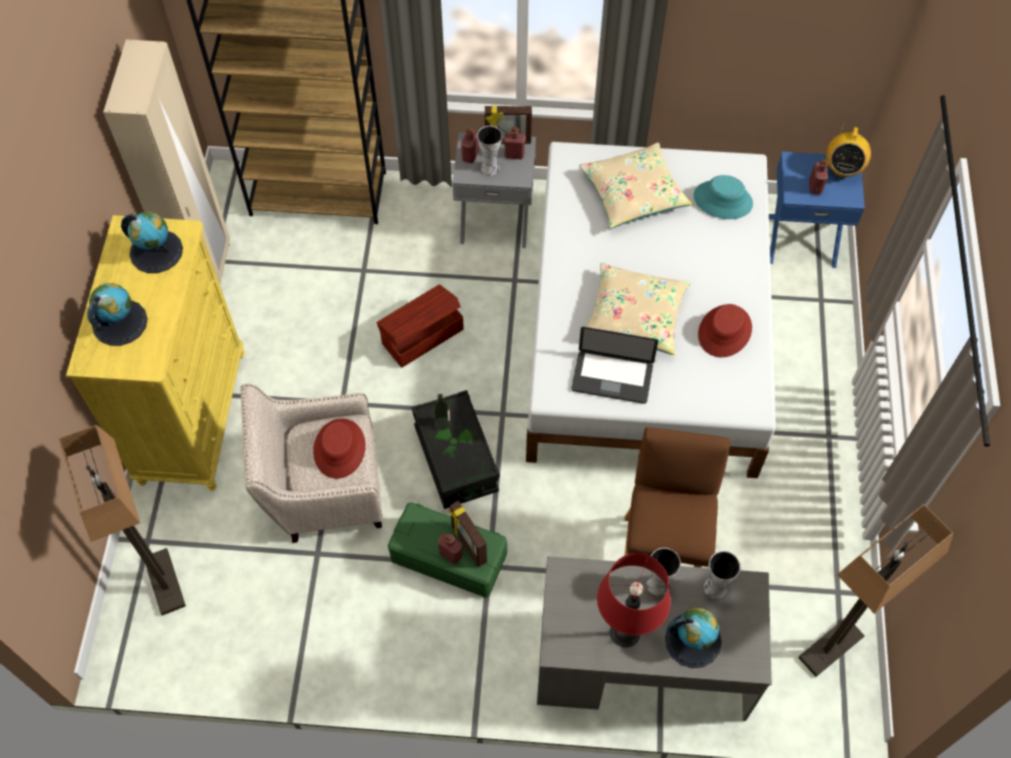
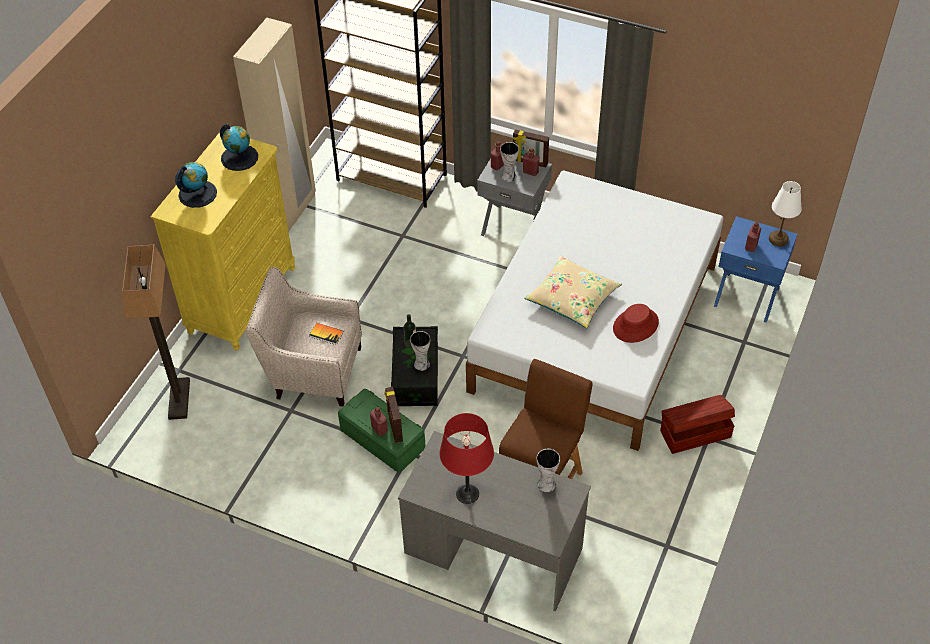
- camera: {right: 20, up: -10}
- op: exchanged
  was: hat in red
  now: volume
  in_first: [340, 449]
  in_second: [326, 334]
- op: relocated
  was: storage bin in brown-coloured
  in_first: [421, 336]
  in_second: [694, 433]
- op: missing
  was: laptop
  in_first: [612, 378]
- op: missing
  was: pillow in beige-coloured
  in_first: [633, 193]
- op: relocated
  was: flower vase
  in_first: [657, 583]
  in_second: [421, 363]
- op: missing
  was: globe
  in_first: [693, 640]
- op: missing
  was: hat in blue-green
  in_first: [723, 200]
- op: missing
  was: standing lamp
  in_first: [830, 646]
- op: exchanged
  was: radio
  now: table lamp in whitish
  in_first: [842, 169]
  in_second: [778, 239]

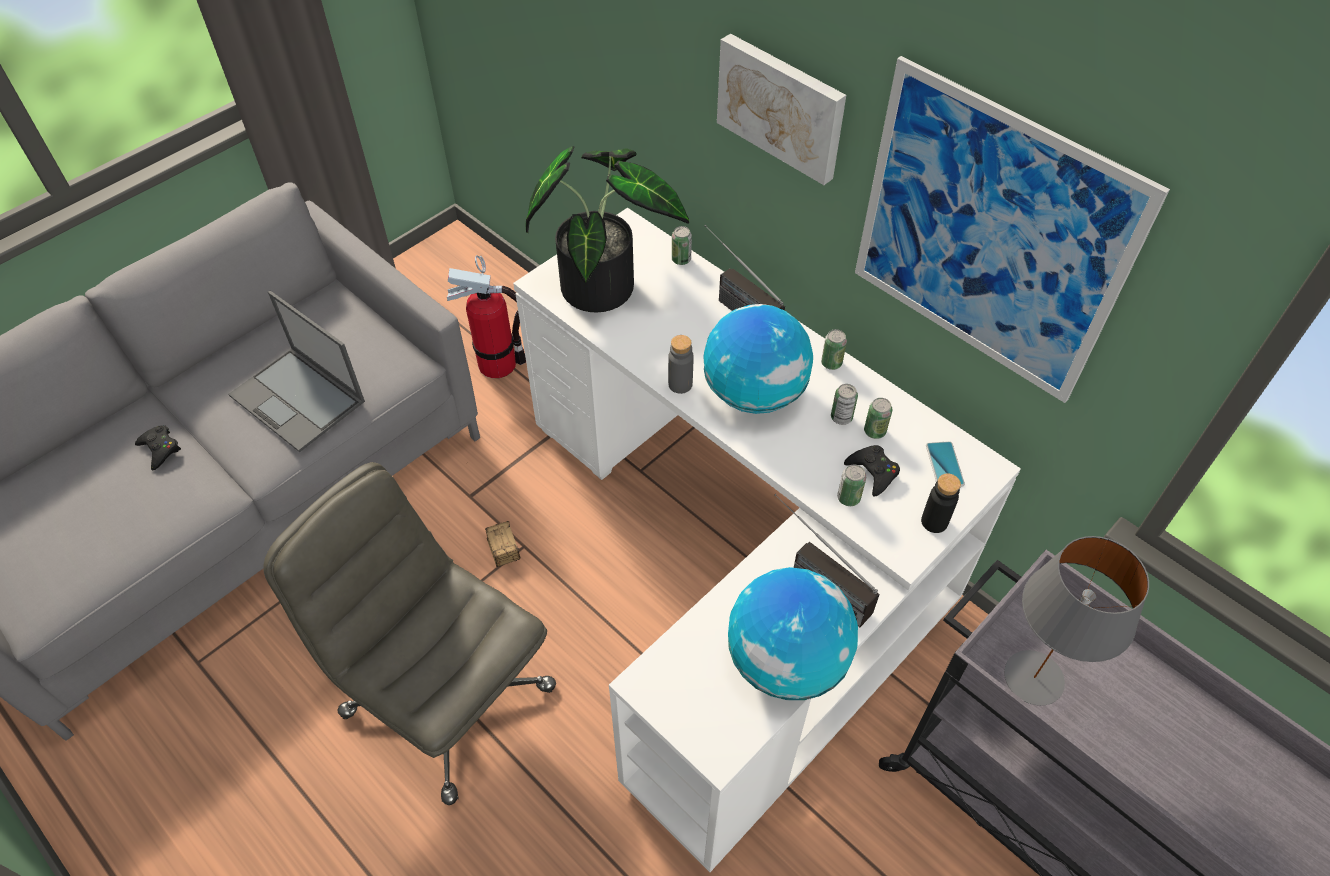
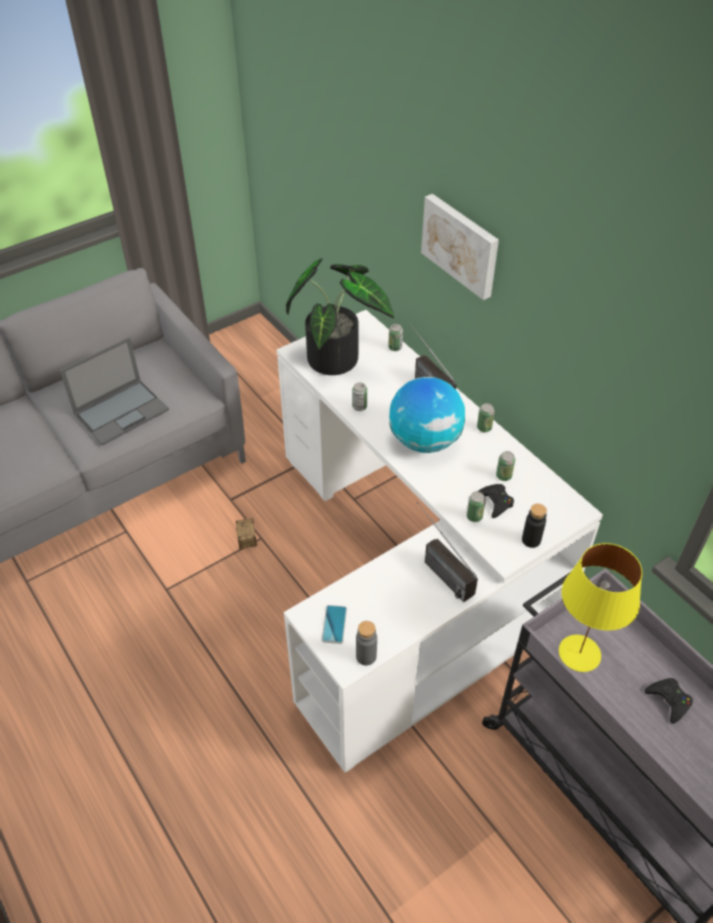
- camera: {right: 10, up: -5}
- op: relocated
  was: gamepad in black
  in_first: [160, 449]
  in_second: [669, 701]
- op: spun
  was: laptop
  in_first: [299, 399]
  in_second: [122, 411]
  clockwise: -90
- op: missing
  was: office chair in gray
  in_first: [446, 698]
- op: missing
  was: extinguisher
  in_first: [497, 363]
- op: relocated
  was: drink bottle in gray
  in_first: [680, 384]
  in_second: [366, 656]
- op: missing
  was: globe
  in_first: [786, 660]
- op: relocated
  was: metal can
  in_first: [841, 417]
  in_second: [359, 407]
- op: missing
  was: wall picture
  in_first: [988, 236]
- op: relocated
  was: telephone
  in_first: [944, 465]
  in_second: [334, 624]
- op: colour
  was: table lamp in gray
  now: table lamp in yellow
  in_first: [1033, 678]
  in_second: [579, 654]

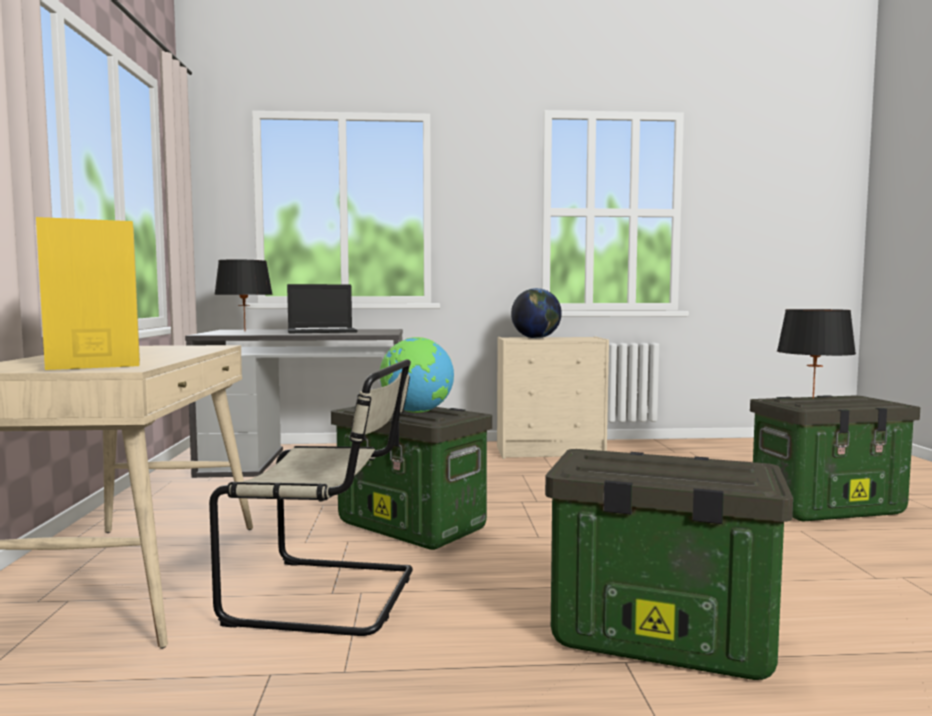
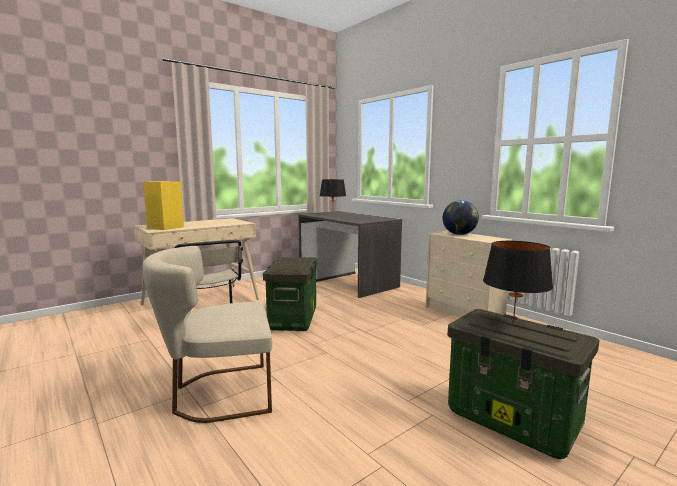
- camera: {right: 55, up: 5}
- op: missing
  was: laptop
  in_first: [322, 331]
- op: missing
  was: globe
  in_first: [416, 412]
- op: exchanged
  was: storage bin
  now: chair in beige-coloured
  in_first: [657, 637]
  in_second: [217, 394]

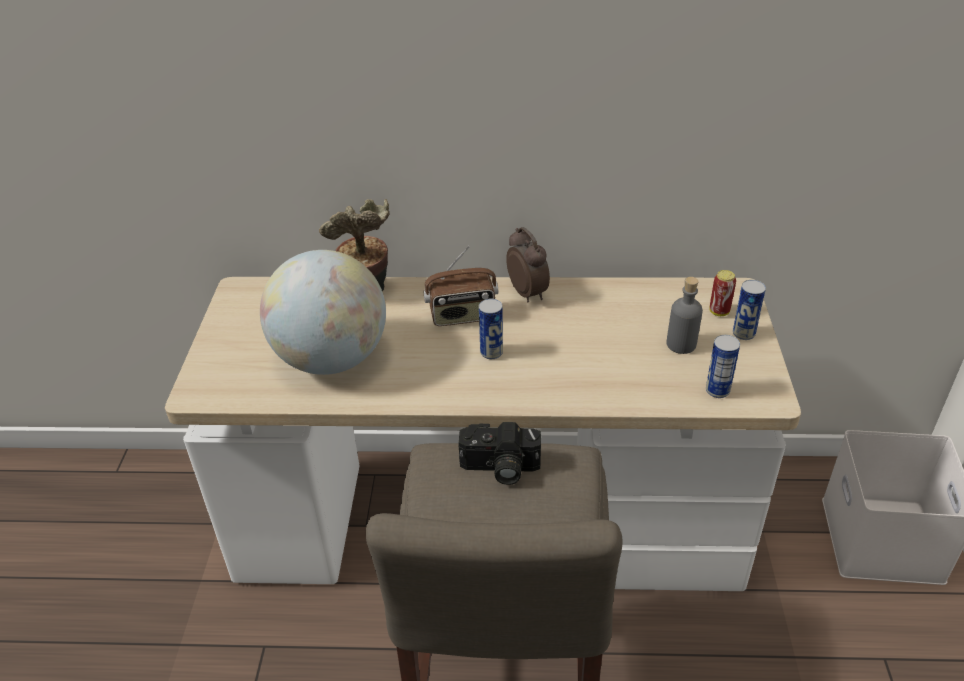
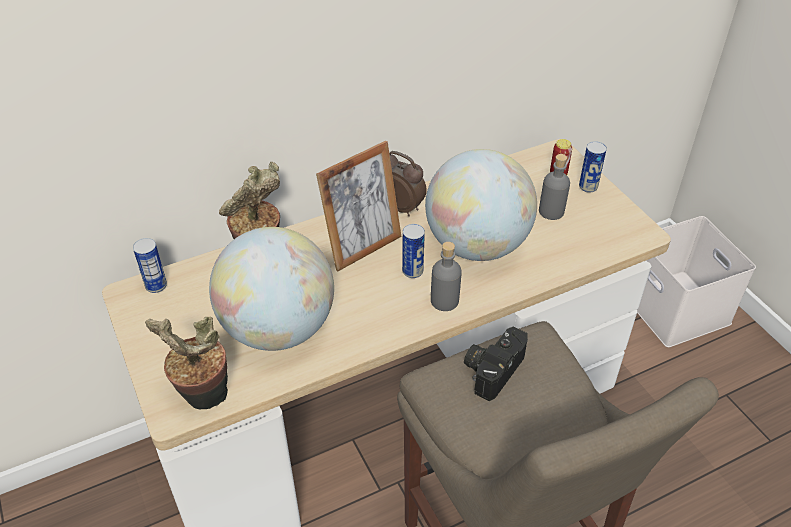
- camera: {right: -30, up: 5}
- op: exchanged
  was: radio
  now: picture frame
  in_first: [462, 316]
  in_second: [362, 247]
- op: spun
  was: photo camera
  in_first: [499, 468]
  in_second: [492, 368]
  clockwise: 150
- op: relocated
  was: metal can
  in_first: [717, 390]
  in_second: [156, 286]
- op: appeared
  now: houseplant
  in_second: [203, 398]
- op: appeared
  now: globe
  in_second: [477, 245]
- op: appeared
  now: drink bottle in gray
  in_second: [444, 301]

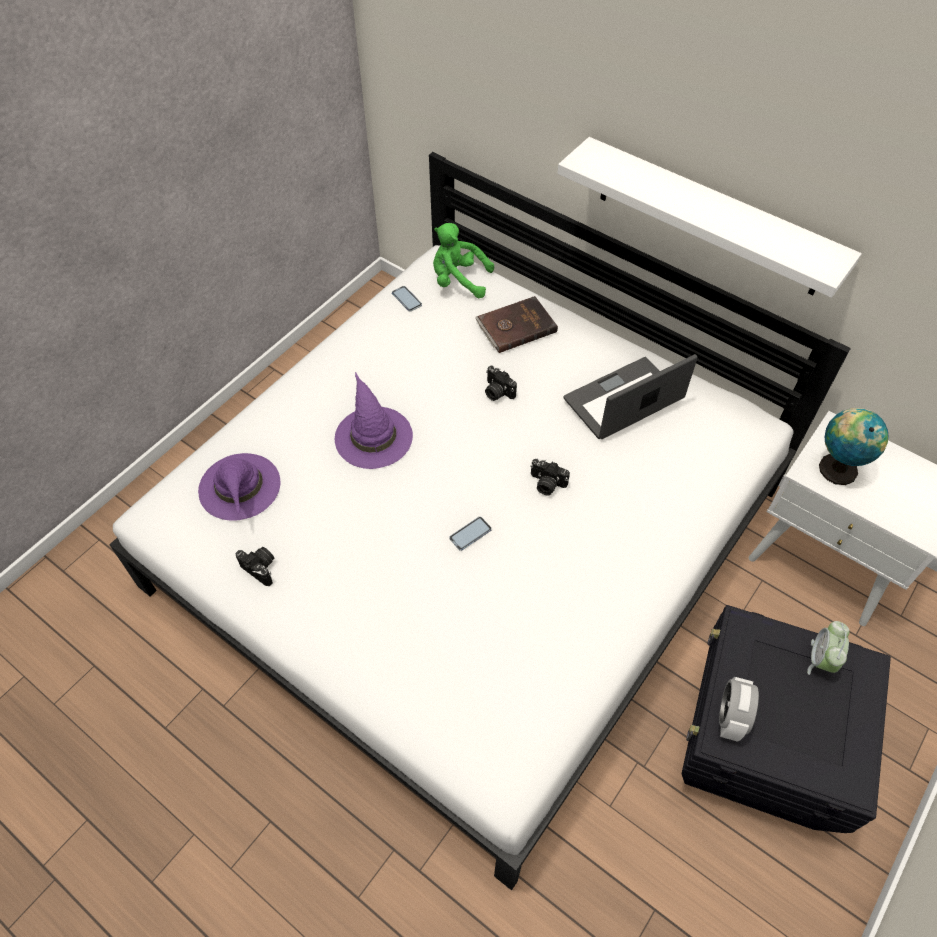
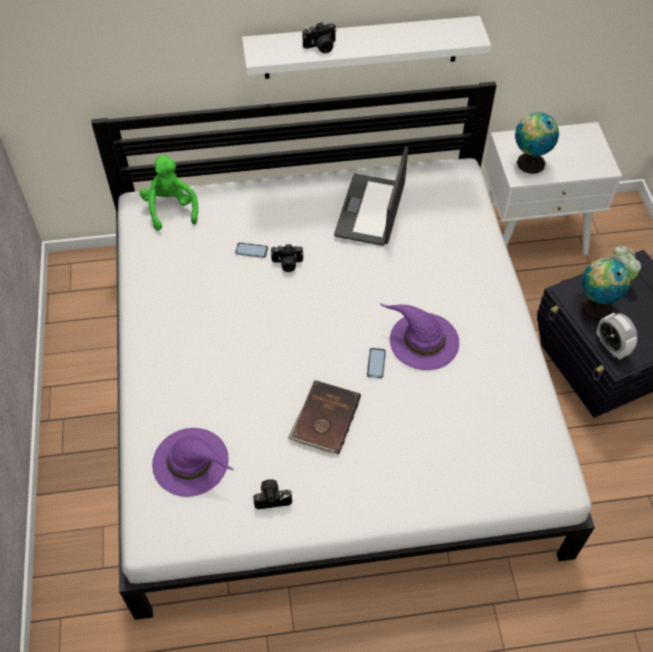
- camera: {right: -45, up: 0}
- op: relocated
  was: hat in purple
  in_first: [373, 436]
  in_second: [423, 340]
- op: relocated
  was: telephone
  in_first: [406, 299]
  in_second: [251, 250]
- op: spun
  was: cuddly toy in green
  in_first: [458, 280]
  in_second: [171, 208]
  clockwise: 105
- op: relocated
  was: volume in brown-coloured
  in_first: [515, 326]
  in_second: [325, 419]
- op: relocated
  was: photo camera
  in_first: [546, 484]
  in_second: [321, 47]
- op: appeared
  now: globe
  in_second: [594, 306]

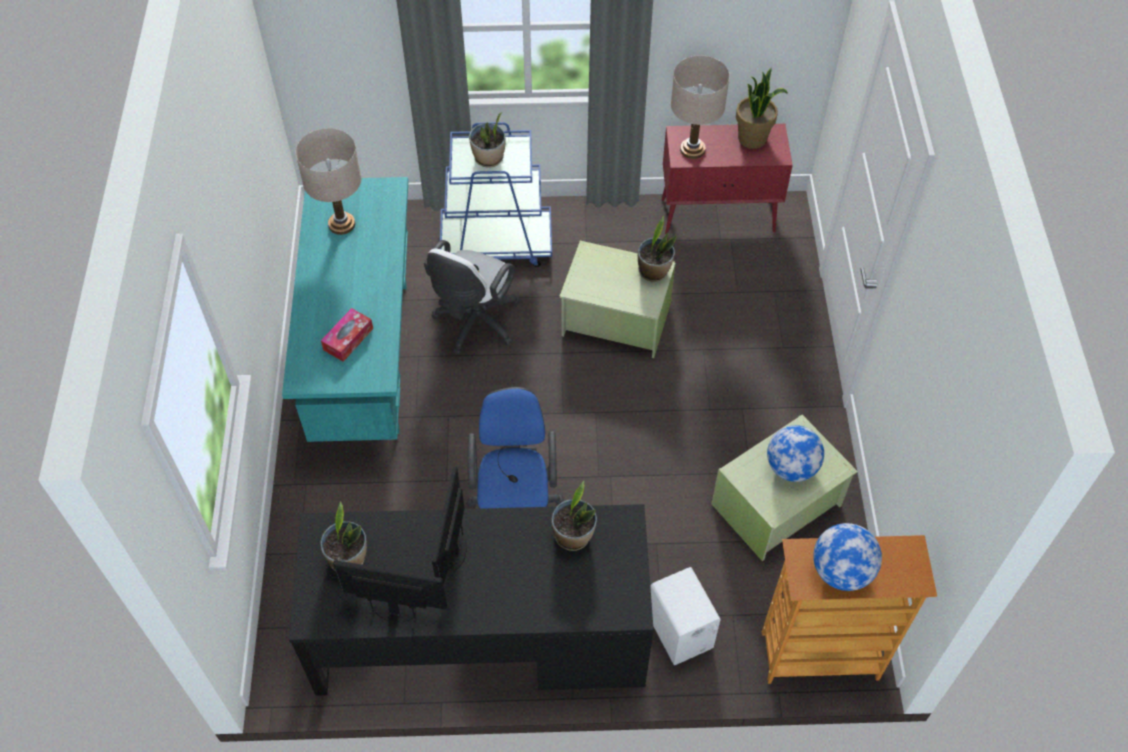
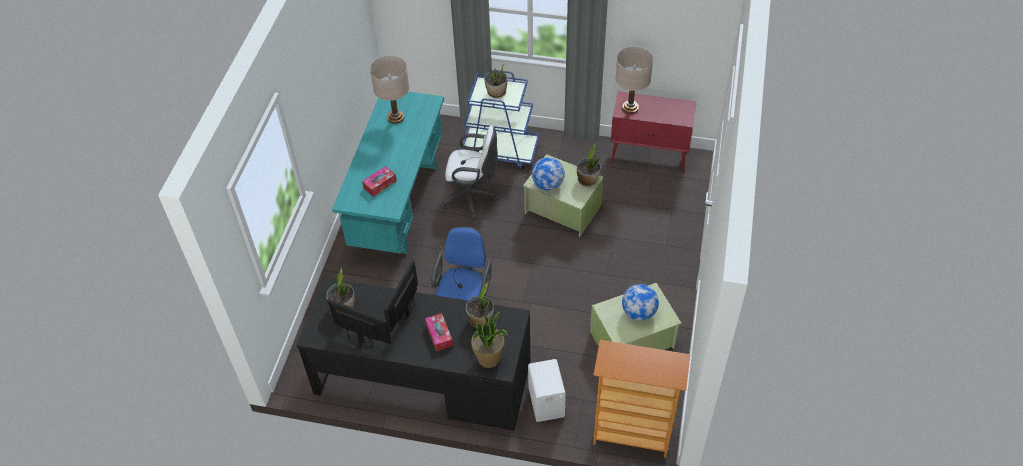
- camera: {right: 15, up: -5}
- op: spun
  was: office chair in whitish
  in_first: [475, 324]
  in_second: [472, 197]
  clockwise: -120
- op: relocated
  was: houseplant
  in_first: [753, 139]
  in_second: [489, 358]
- op: relocated
  was: globe
  in_first: [841, 571]
  in_second: [548, 185]
- op: appeared
  now: box of tissues
  in_second: [439, 335]

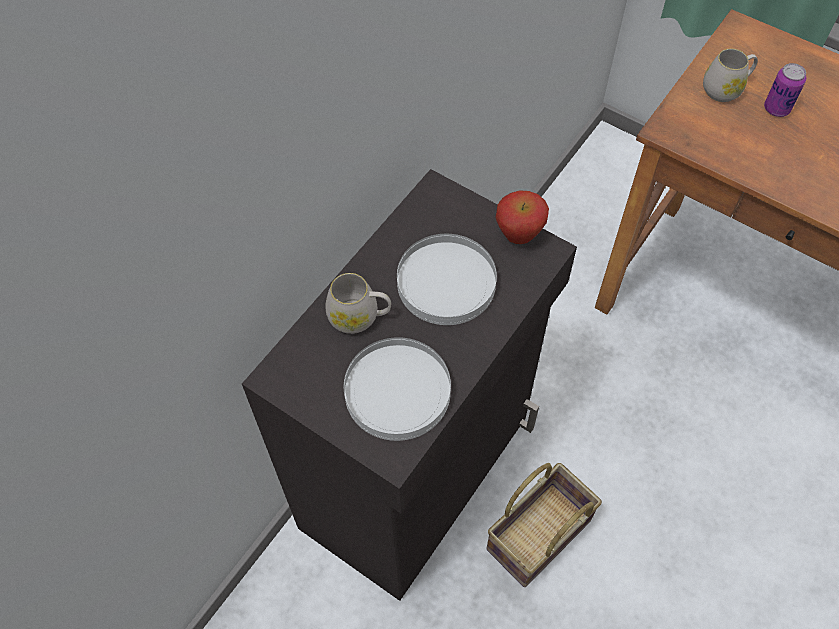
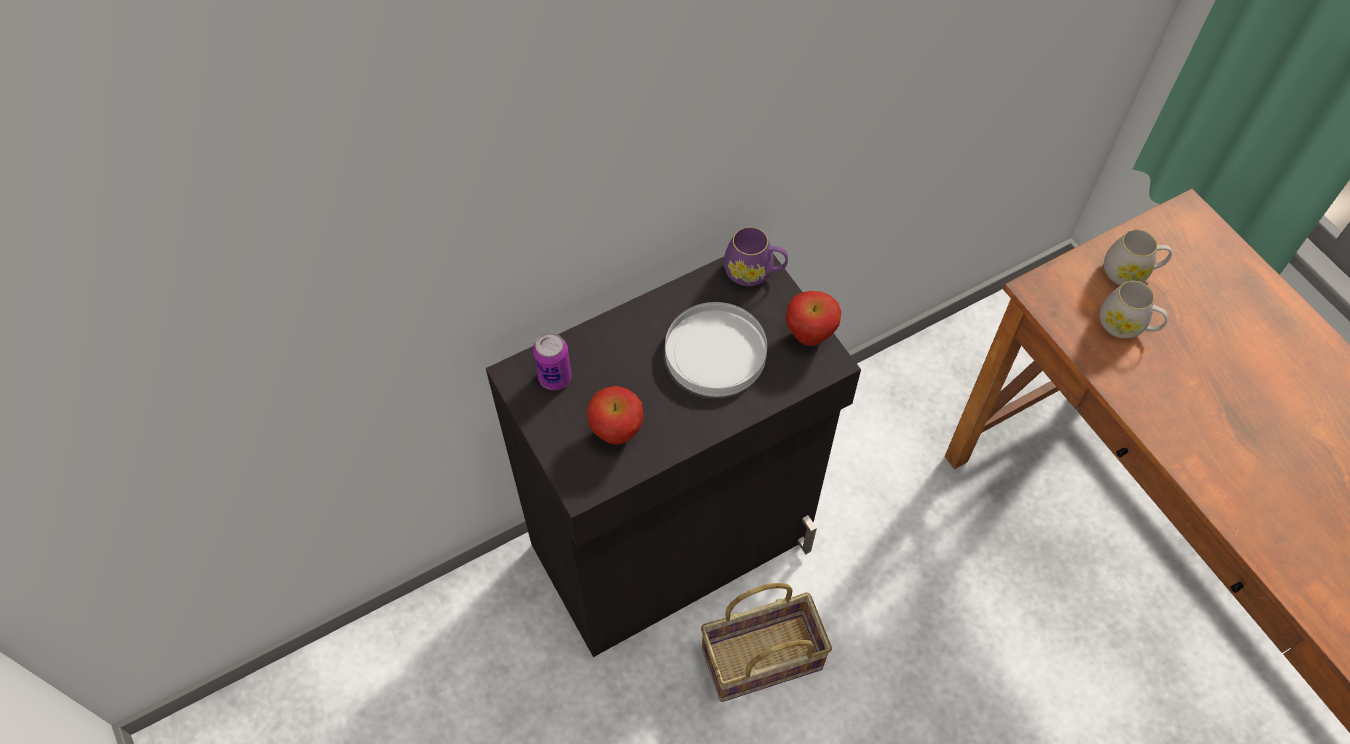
- camera: {right: 25, up: 0}
- op: relocated
  was: coffee mug in whitish
  in_first: [359, 317]
  in_second: [1126, 325]
- op: exchanged
  was: plate in whitish
  now: apple fruit
  in_first: [398, 391]
  in_second: [617, 433]
- op: relocated
  was: metal can
  in_first: [776, 109]
  in_second: [555, 378]
- op: appeared
  now: coffee mug in purple
  in_second: [754, 272]

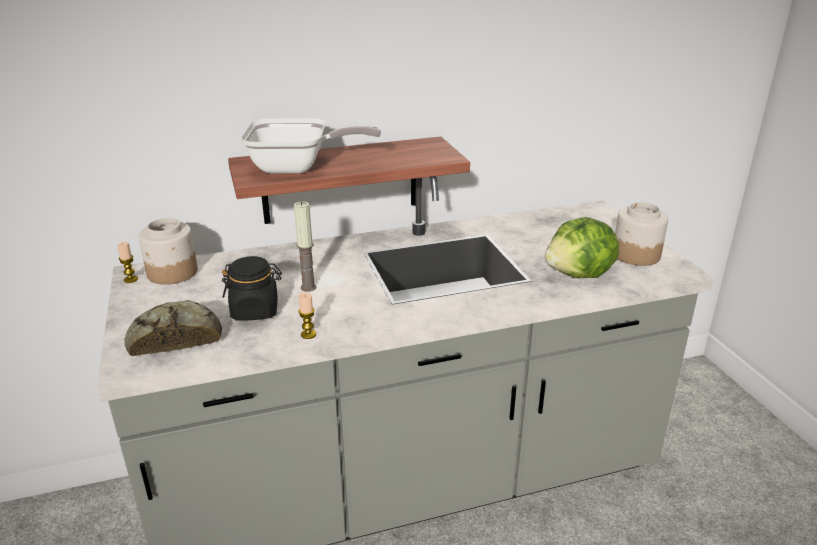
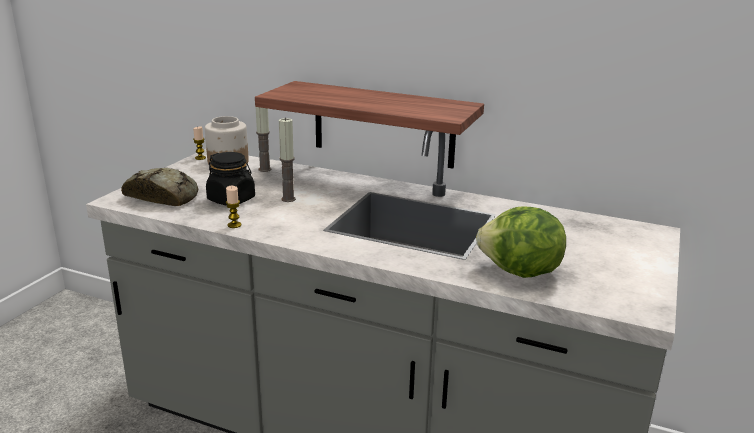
- camera: {right: 40, up: -5}
- op: missing
  was: frying pan
  in_first: [298, 168]
- op: missing
  was: storage jar
  in_first: [635, 254]
- op: appeared
  now: candle
  in_second: [264, 169]

